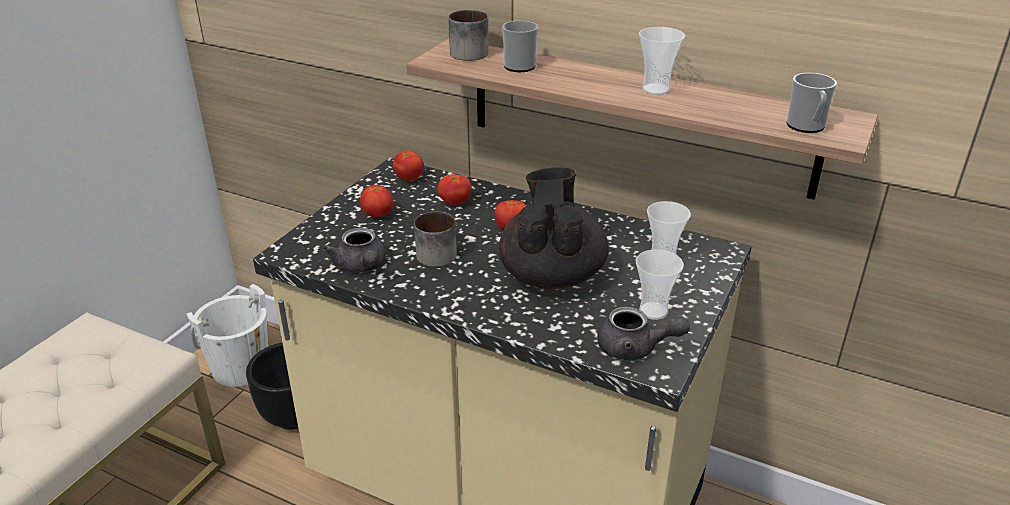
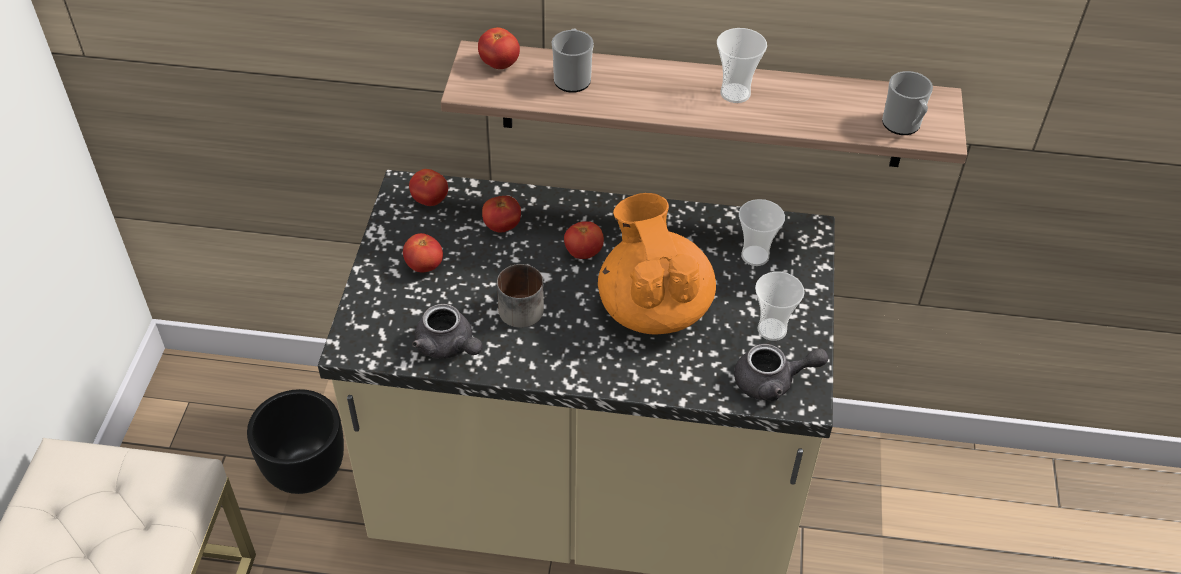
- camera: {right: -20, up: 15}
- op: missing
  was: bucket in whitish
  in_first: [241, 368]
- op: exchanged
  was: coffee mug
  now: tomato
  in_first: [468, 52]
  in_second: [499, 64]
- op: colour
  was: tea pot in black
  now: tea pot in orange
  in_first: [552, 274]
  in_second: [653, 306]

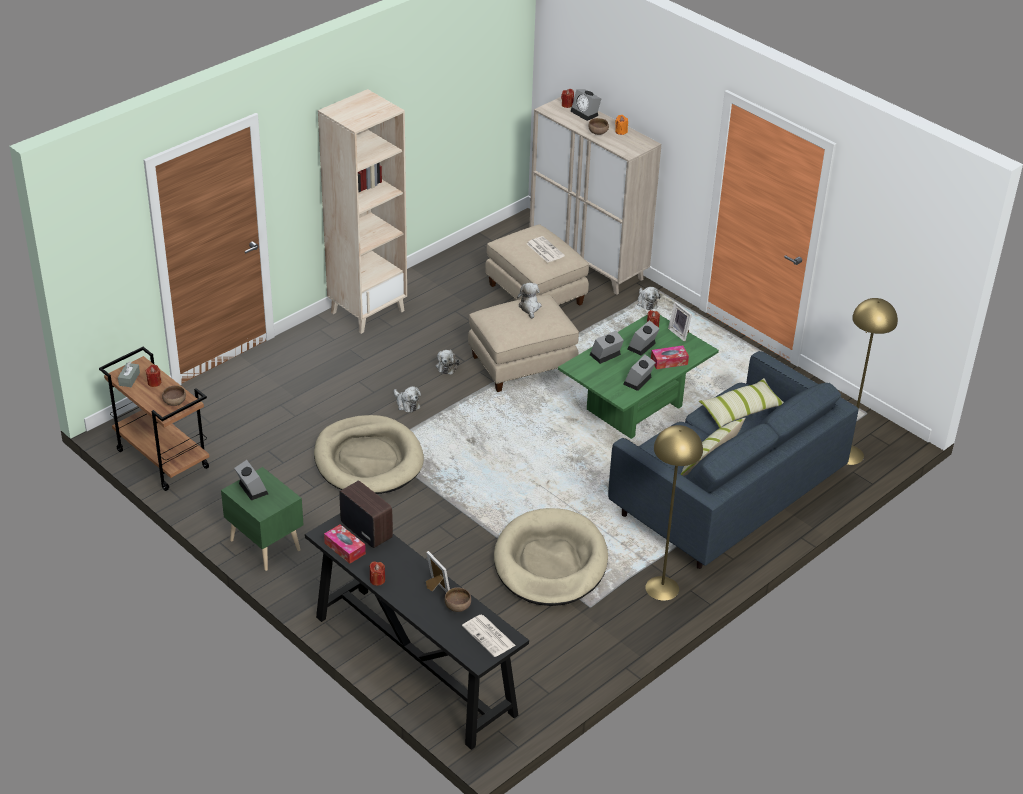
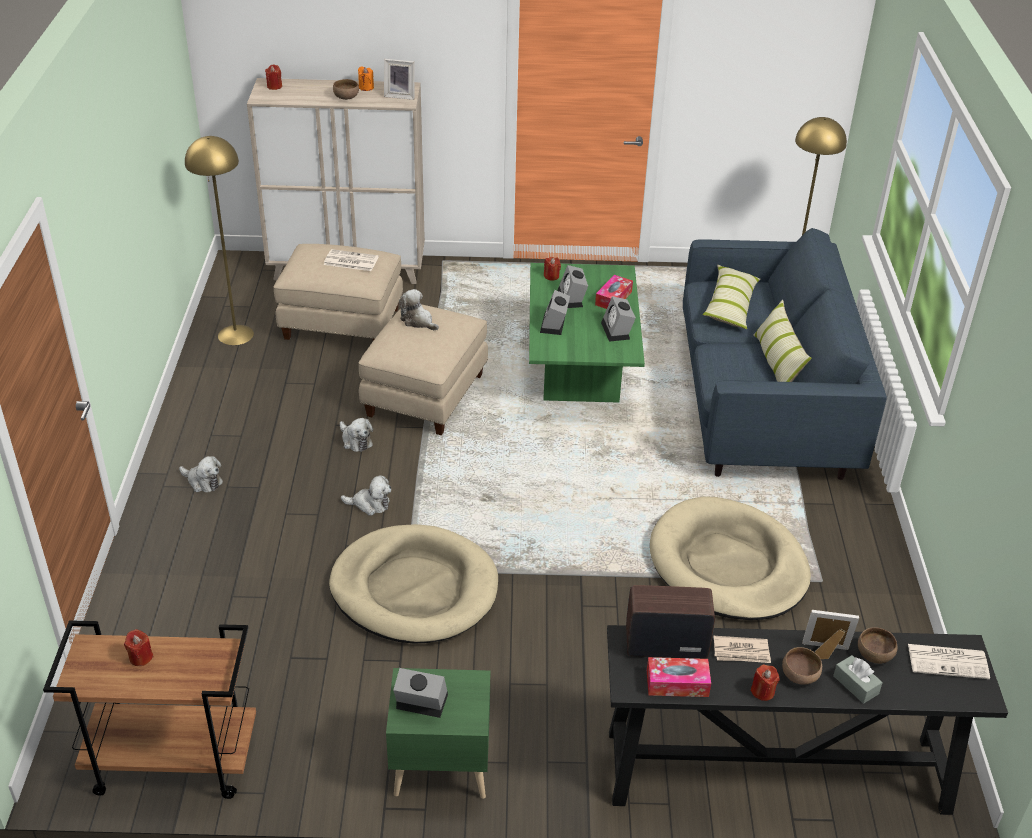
- camera: {right: -45, up: 0}
- op: relocated
  was: box of tissues in gray
  in_first: [129, 379]
  in_second: [855, 685]
- op: relocated
  was: bowl in brown-coloured
  in_first: [174, 402]
  in_second: [800, 676]
- op: missing
  was: bookcase in beige-coloured
  in_first: [367, 311]
- op: missing
  was: bedside clock
  in_first: [586, 113]
- op: relocated
  was: cuddly toy
  in_first: [646, 303]
  in_second: [203, 482]
- op: relocated
  was: standing lamp in yellow
  in_first: [662, 588]
  in_second: [236, 335]
- op: relocated
  was: picture frame
  in_first: [680, 333]
  in_second: [400, 95]
- op: appeared
  now: newspaper
  in_second: [741, 652]

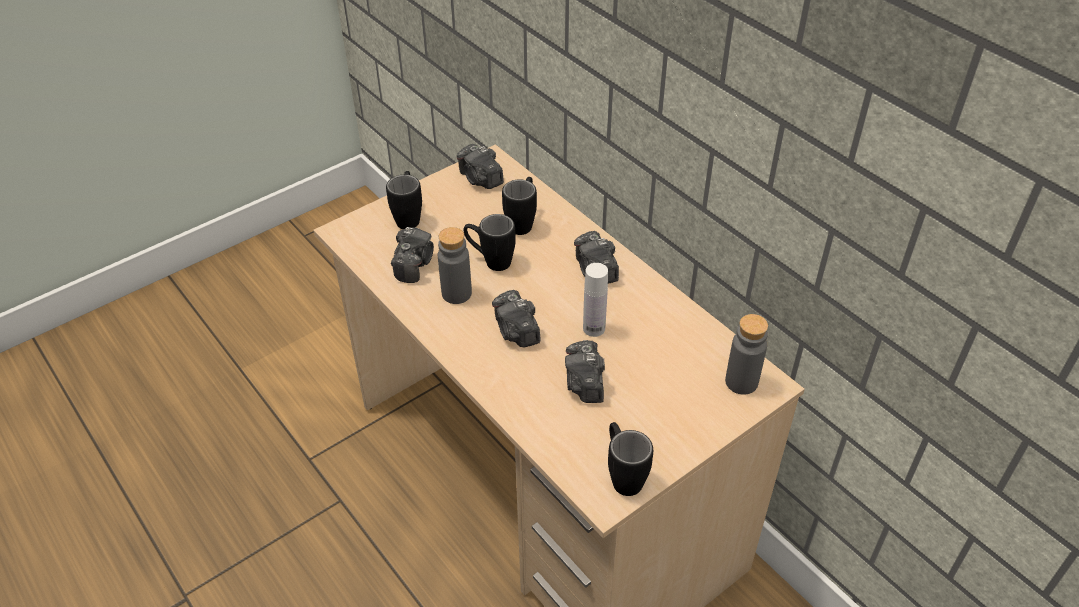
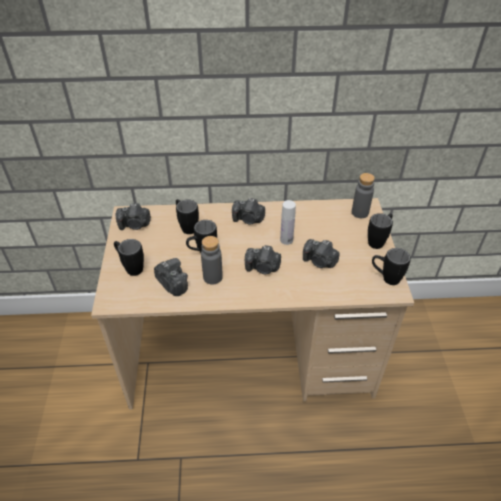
- camera: {right: -55, up: 0}
- op: appeared
  now: coffee mug in black
  in_second: [378, 240]

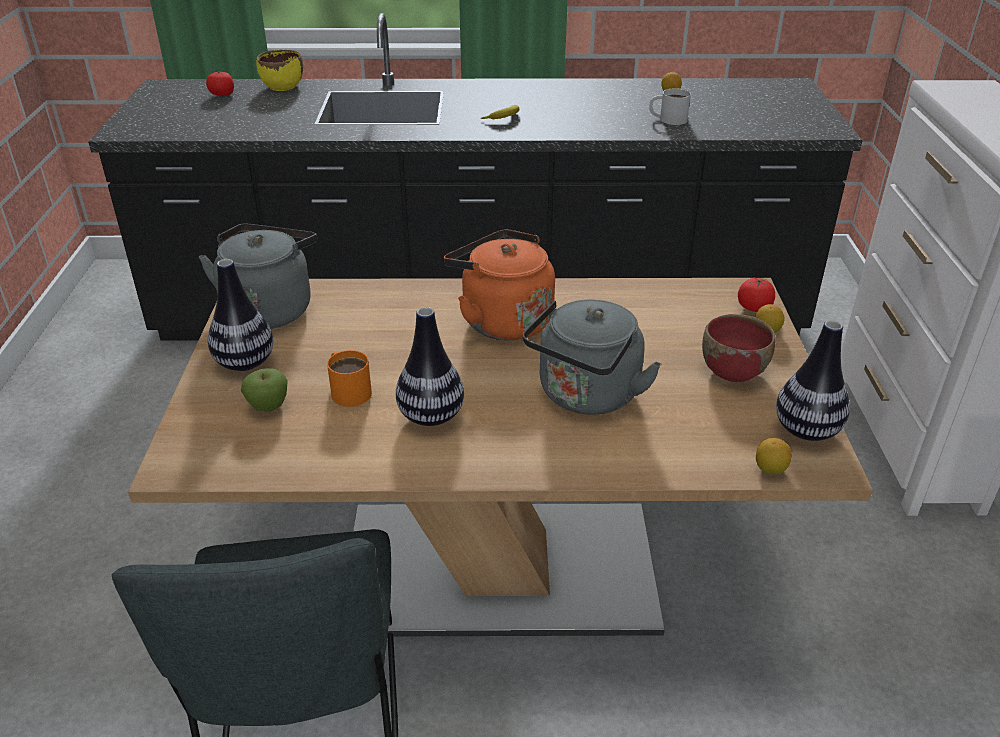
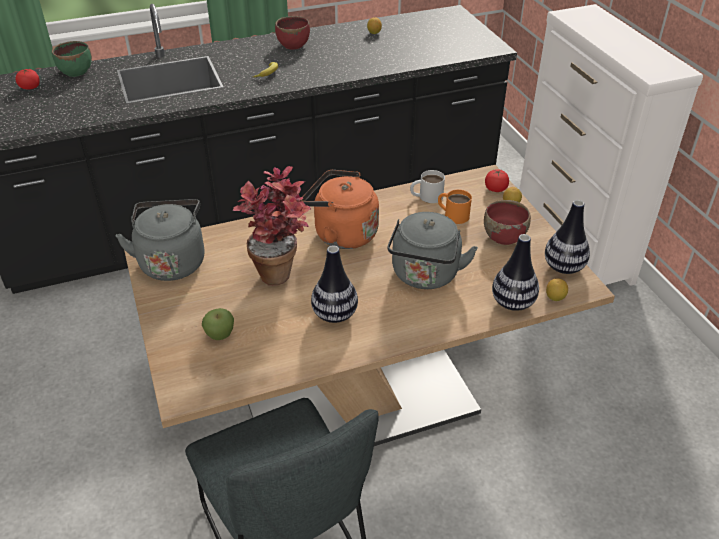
- camera: {right: -20, up: 5}
- op: relocated
  was: flower vase
  in_first: [245, 363]
  in_second: [512, 303]
- op: colour
  was: bowl in yellow
  now: bowl in green
  in_first: [283, 87]
  in_second: [76, 72]
- op: relocated
  was: coffee mug in orange
  in_first: [347, 389]
  in_second: [452, 214]
- op: relocated
  was: coffee mug in whitish
  in_first: [667, 119]
  in_second: [426, 196]
- op: appeared
  now: houseplant
  in_second: [280, 269]
- op: appeared
  now: bowl in red
  in_second: [293, 45]

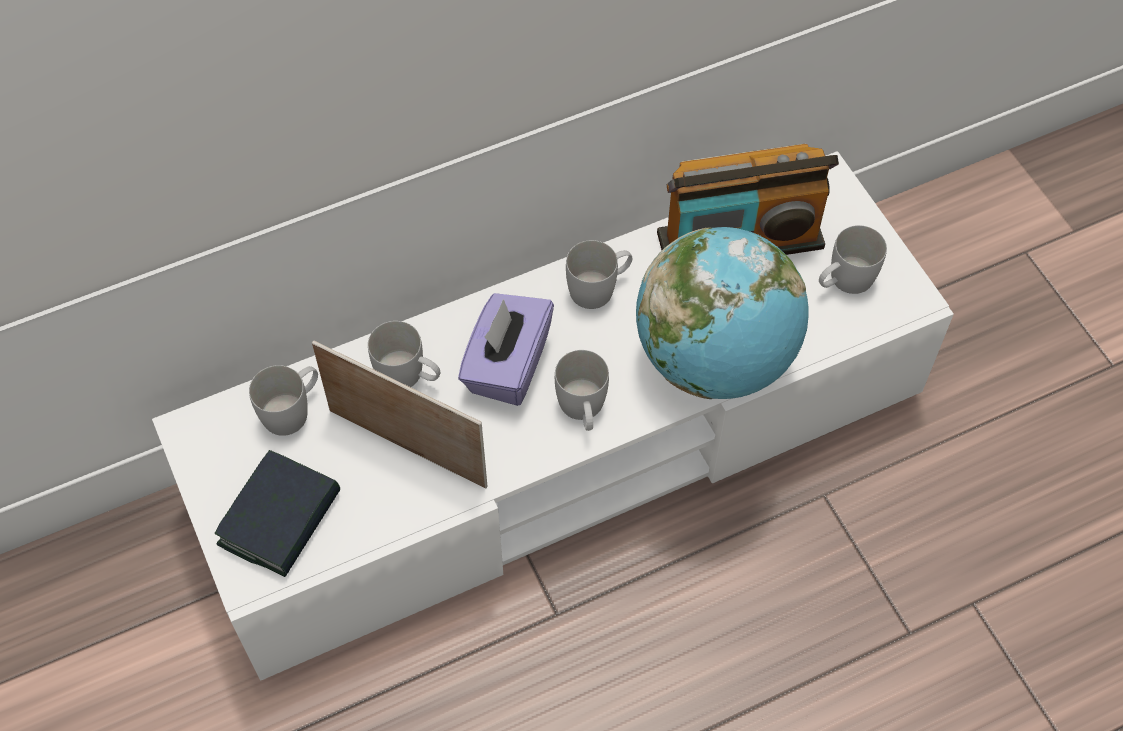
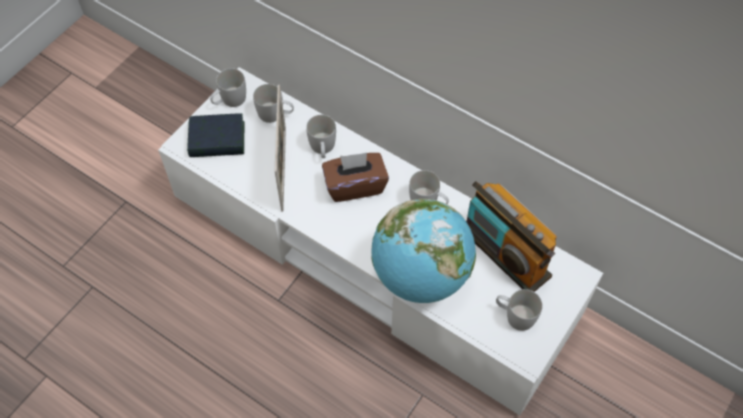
- camera: {right: 60, up: 0}
- op: colour
  was: box of tissues in purple
  now: box of tissues in brown-coloured
  in_first: [507, 365]
  in_second: [355, 185]
- op: relocated
  was: coffee mug in whitish
  in_first: [583, 410]
  in_second: [229, 101]

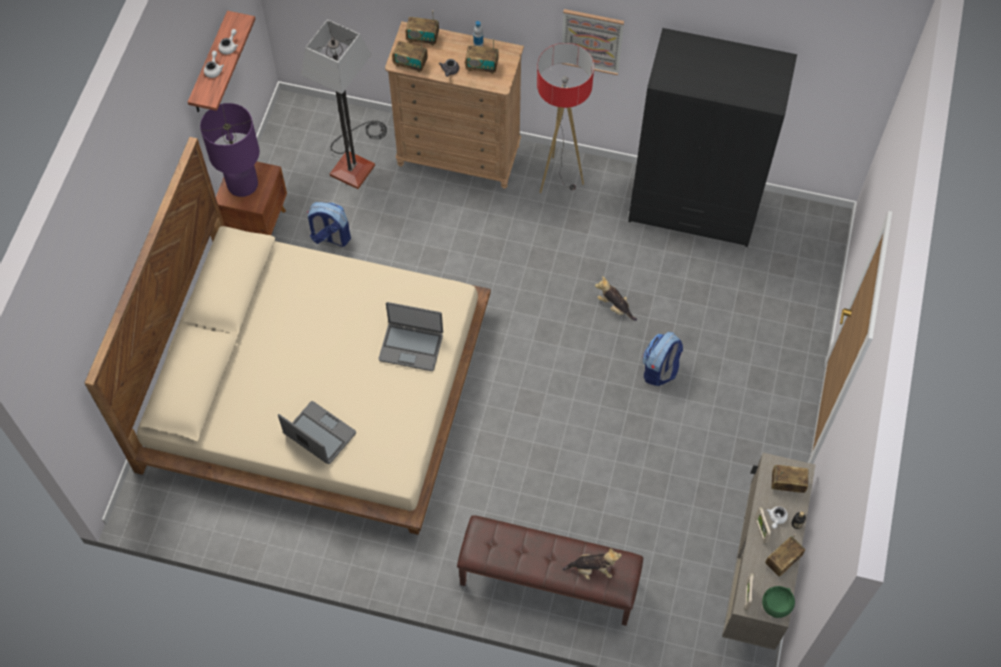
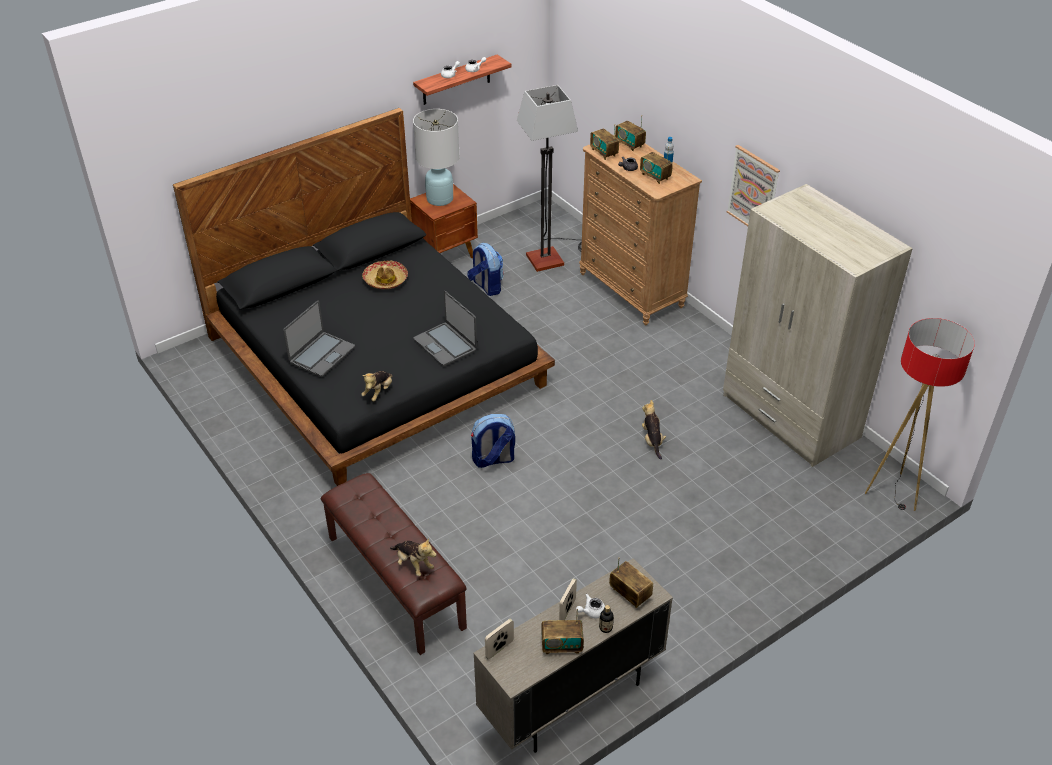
- camera: {right: 40, up: -20}
- op: colour
  was: bedroom bed in beige-coloured
  now: bedroom bed in black
  in_first: [317, 387]
  in_second: [377, 360]
- op: colour
  was: table lamp in purple
  now: table lamp in whitish
  in_first: [242, 184]
  in_second: [440, 199]
- op: spun
  was: laptop
  in_first: [319, 434]
  in_second: [321, 355]
  clockwise: 45
- op: relocated
  was: standing lamp
  in_first: [559, 178]
  in_second: [893, 493]
- op: colour
  was: clothes cupboard in black
  now: clothes cupboard in beige-coloured
  in_first: [694, 208]
  in_second: [790, 417]
- op: relocated
  was: rucksack
  in_first: [660, 370]
  in_second: [493, 460]
- op: missing
  was: bowl in green
  in_first: [775, 606]
- op: appeared
  now: cuddly toy
  in_second: [378, 392]
- op: appeared
  now: hat
  in_second: [385, 280]

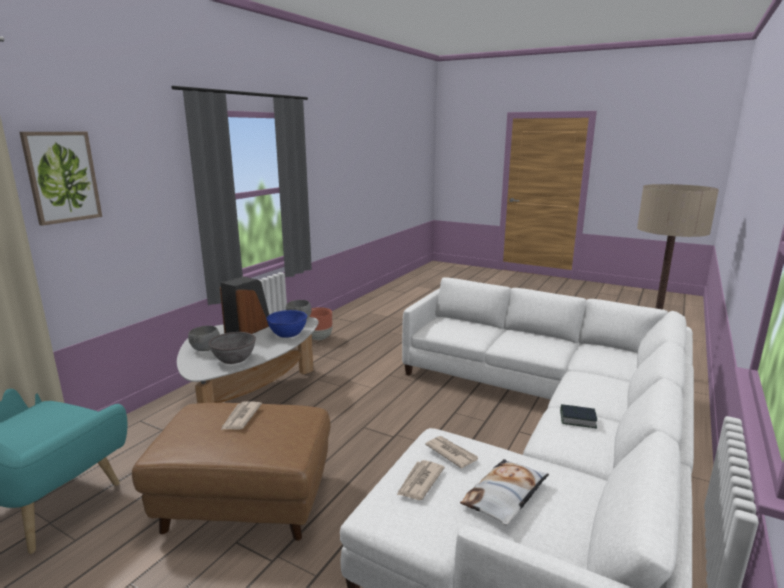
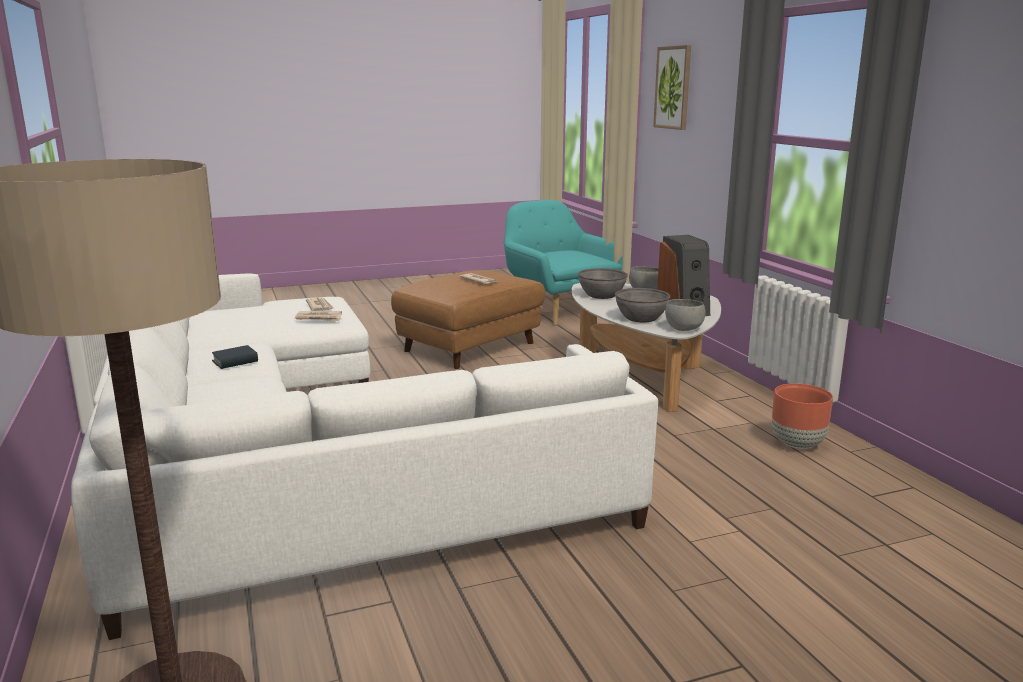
- camera: {right: 130, up: 0}
- op: colour
  was: bowl in bluish
  now: bowl in gray
  in_first: [288, 333]
  in_second: [641, 318]
- op: missing
  was: pillow
  in_first: [505, 496]

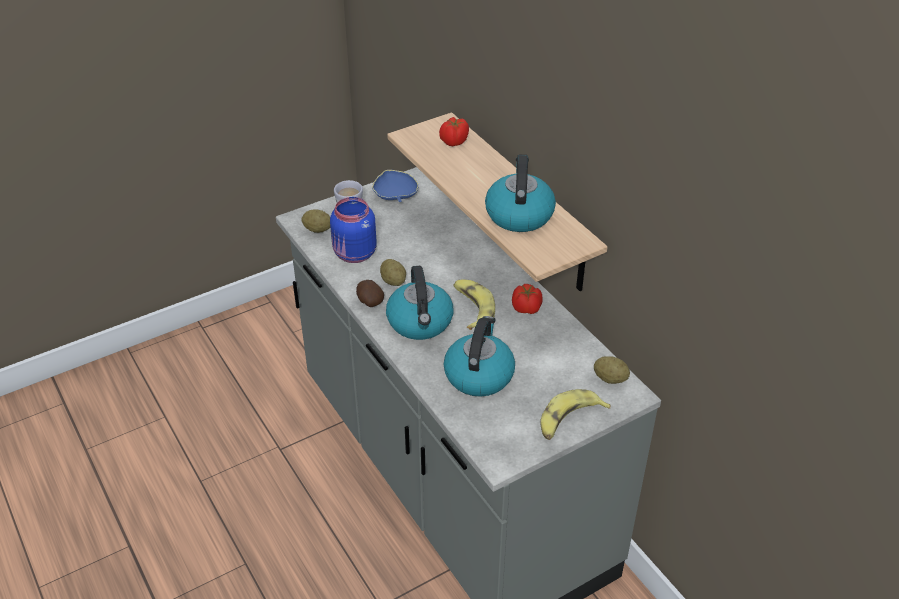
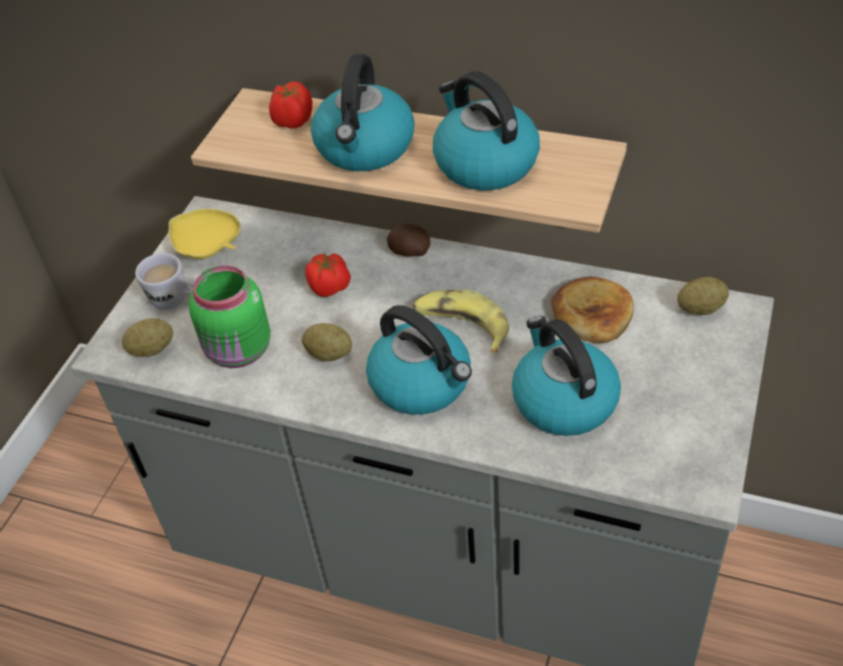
- camera: {right: -35, up: 5}
- op: colour
  was: storage jar in bluish
  now: storage jar in green
  in_first: [354, 254]
  in_second: [239, 351]
- op: relocated
  was: whole potato
  in_first: [369, 301]
  in_second: [409, 252]
- op: colour
  was: bowl in bluish
  now: bowl in yellow
  in_first: [395, 196]
  in_second: [208, 247]
- op: relocated
  was: tomato
  in_first: [526, 309]
  in_second: [330, 287]
- op: missing
  was: banana
  in_first: [569, 420]
- op: appeared
  now: kettle
  in_second: [365, 148]
- op: appeared
  now: baked bread
  in_second: [592, 313]

